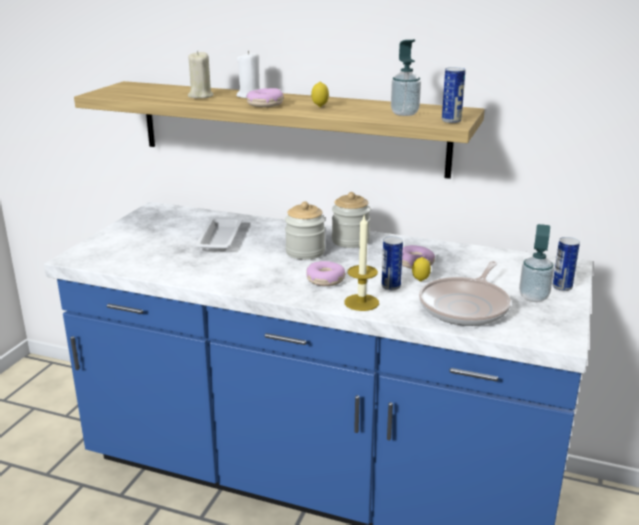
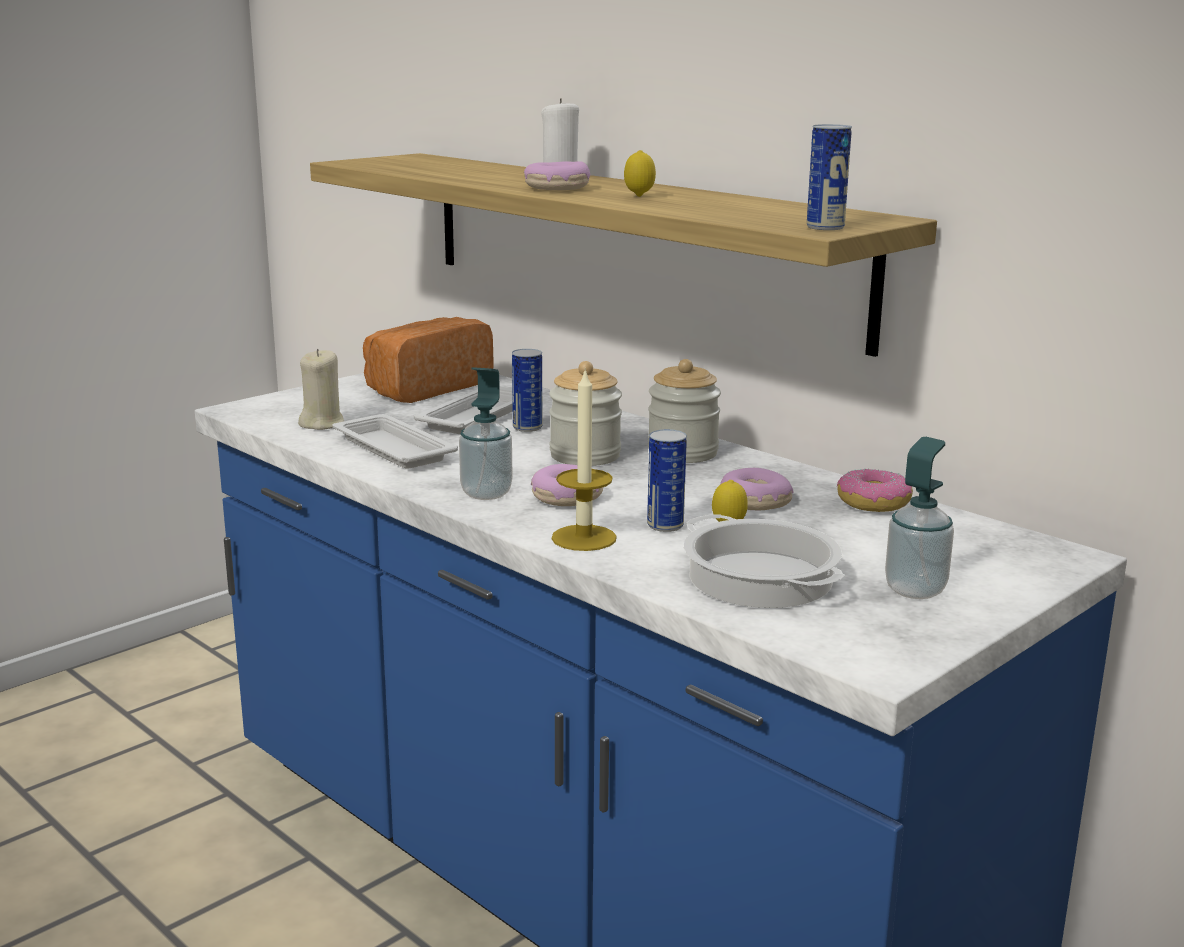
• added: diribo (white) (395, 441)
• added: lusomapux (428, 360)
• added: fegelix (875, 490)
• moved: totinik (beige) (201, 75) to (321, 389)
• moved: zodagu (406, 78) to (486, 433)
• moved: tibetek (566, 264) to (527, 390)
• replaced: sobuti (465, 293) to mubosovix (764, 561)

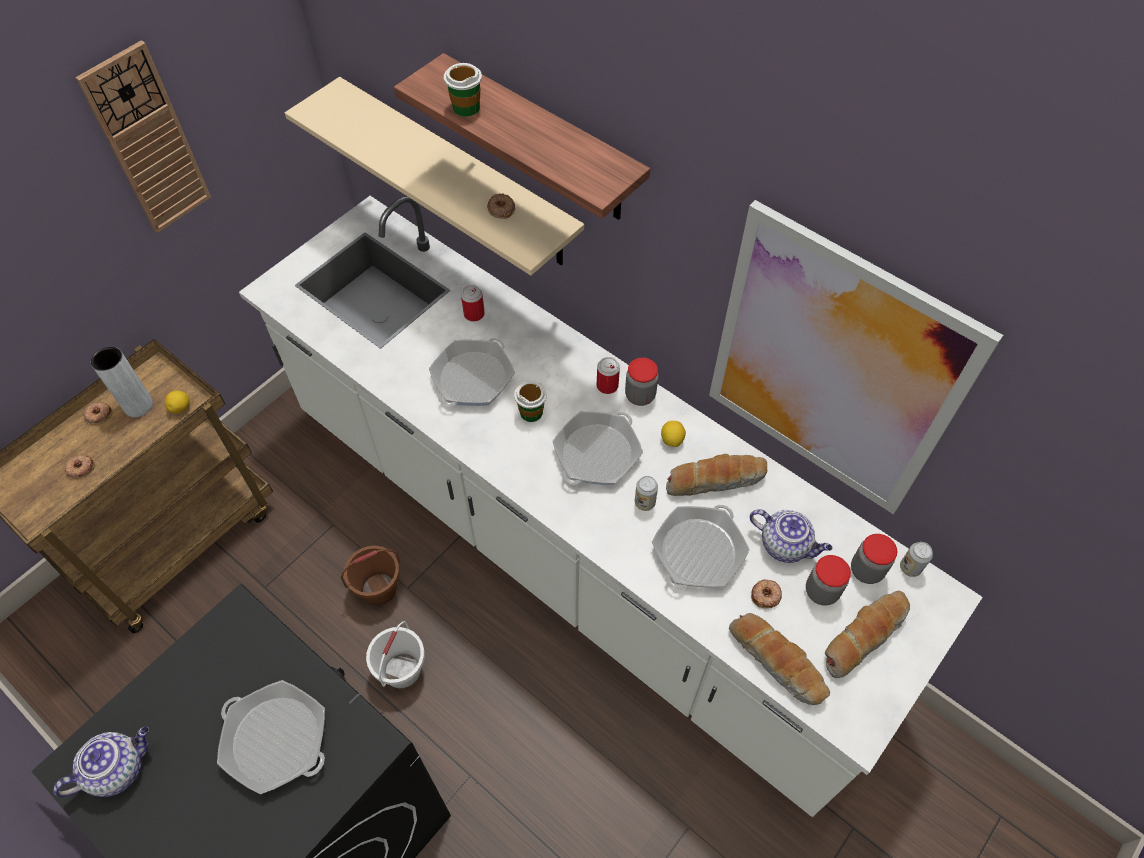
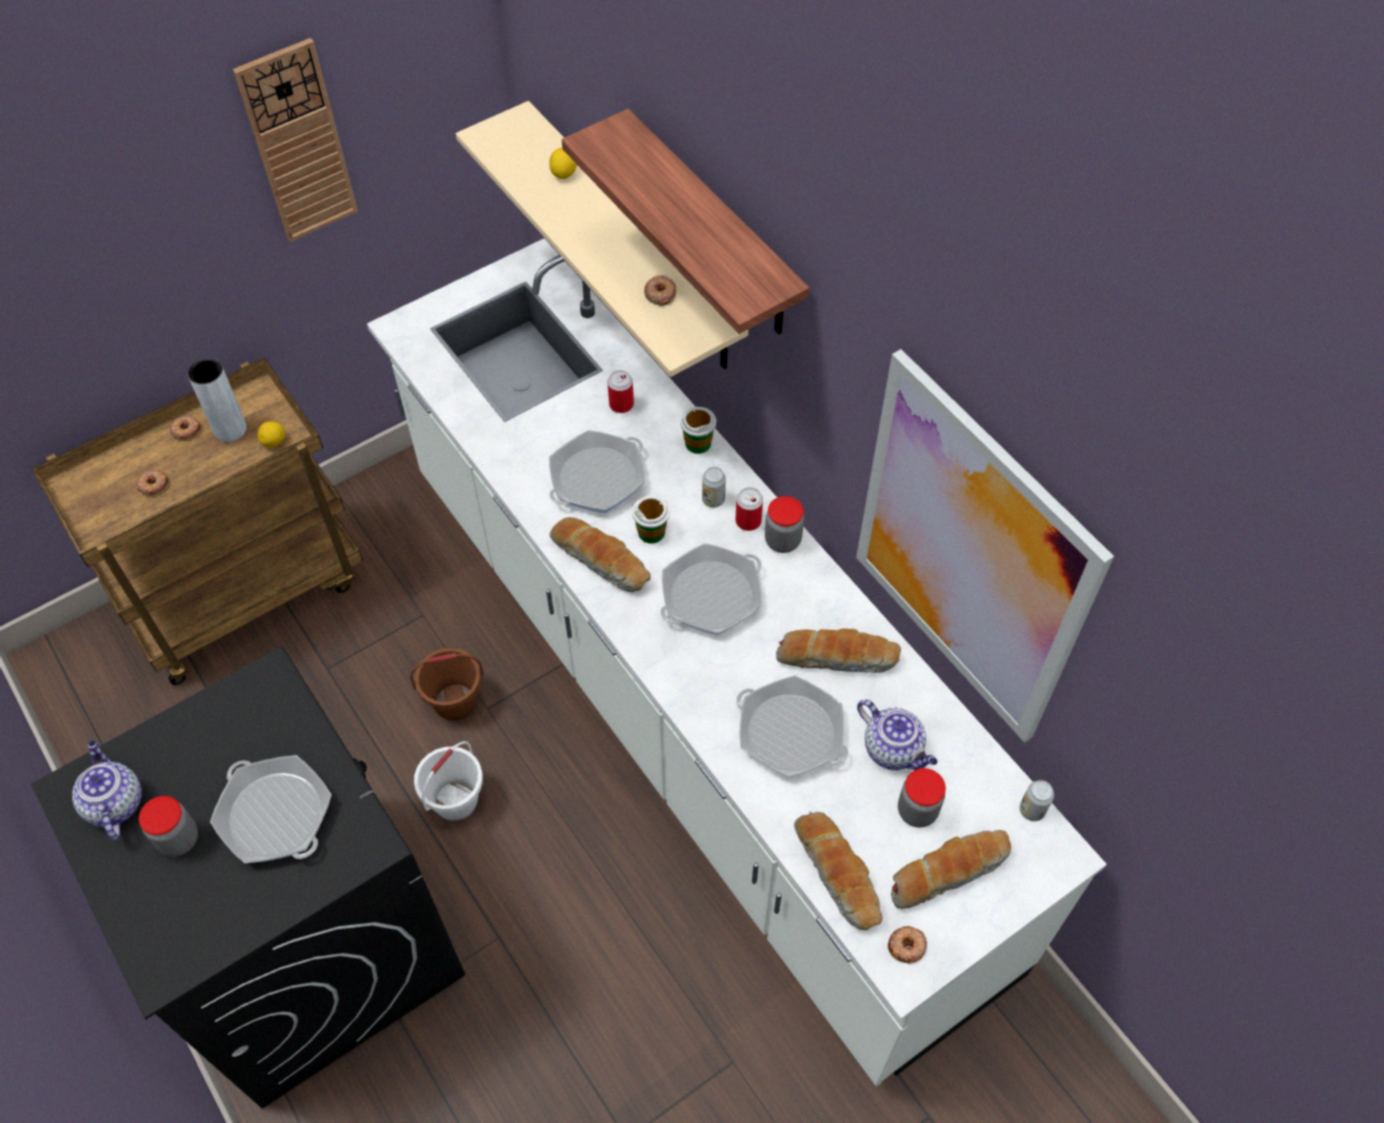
• added: lusomapux (600, 554)
• moved: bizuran (463, 90) to (698, 430)
• moved: tibetek (646, 493) to (714, 487)
• moved: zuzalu (673, 434) to (563, 163)
• moved: fegelix (766, 594) to (907, 945)
• moved: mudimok (874, 559) to (168, 826)
• turned: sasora (101, 762) = (107, 790) 90 degrees counterclockwise
• turned: sobuti (701, 547) = (792, 726) 105 degrees counterclockwise

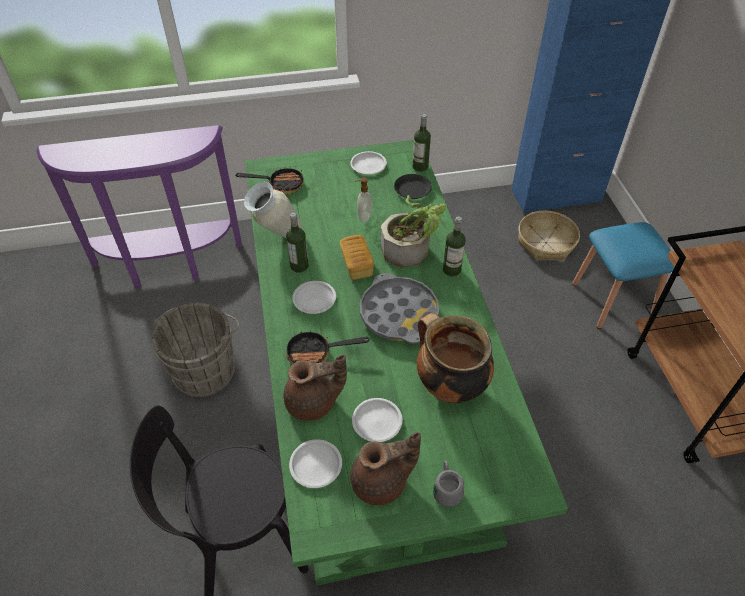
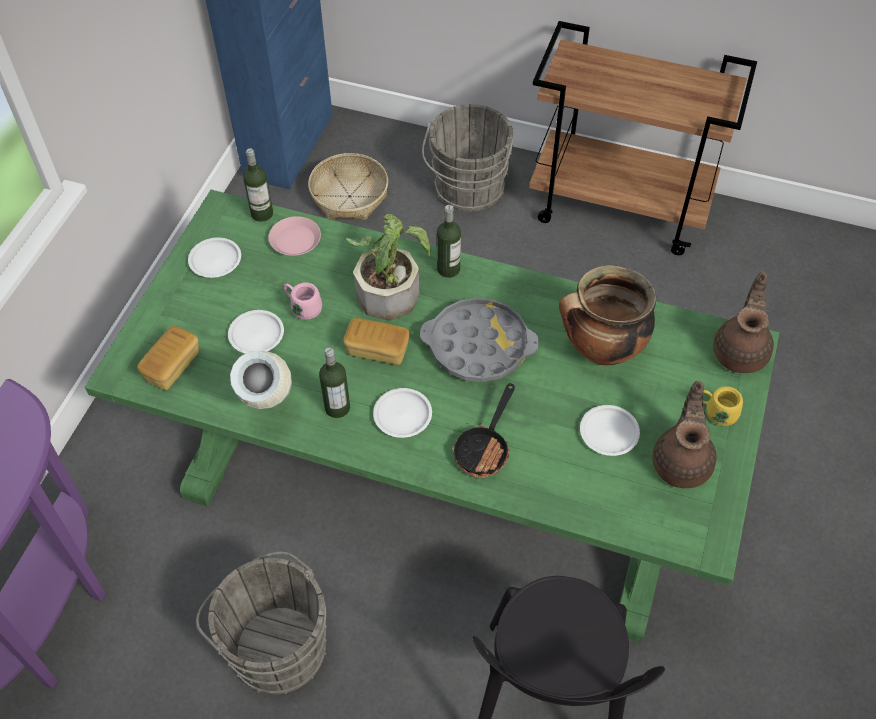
• moved: sasora (brown) (315, 388) to (743, 322)
• moved: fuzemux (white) (315, 463) to (256, 332)
• replaced: sobuti (269, 180) to lusomapux (168, 358)
• replaced: zodagu (363, 199) to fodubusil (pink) (303, 301)
• replaced: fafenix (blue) (623, 275) to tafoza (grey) (468, 158)
• recoloured: fuzemux (black) (413, 186) to fuzemux (pink) (294, 236)
• recoloured: fodubusil (grey) (448, 484) to fodubusil (yellow) (723, 406)

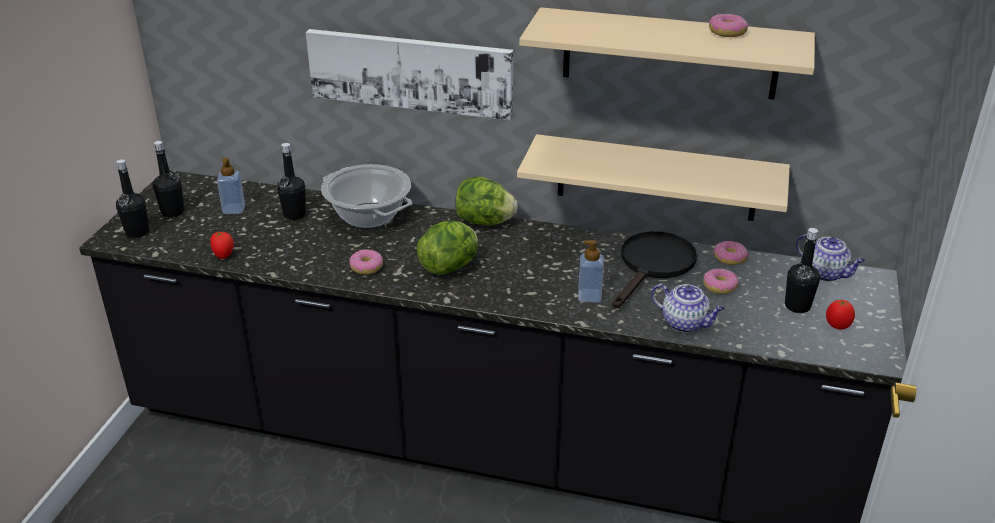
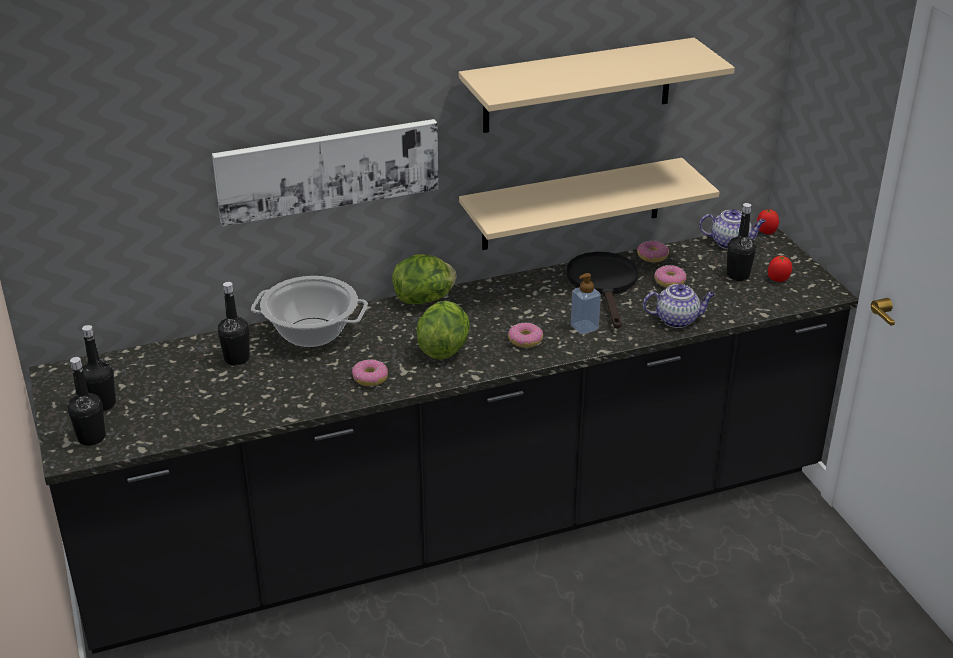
• removed: zodagu (231, 186)
• moved: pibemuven (222, 245) to (768, 221)
• moved: fegelix (728, 25) to (525, 335)

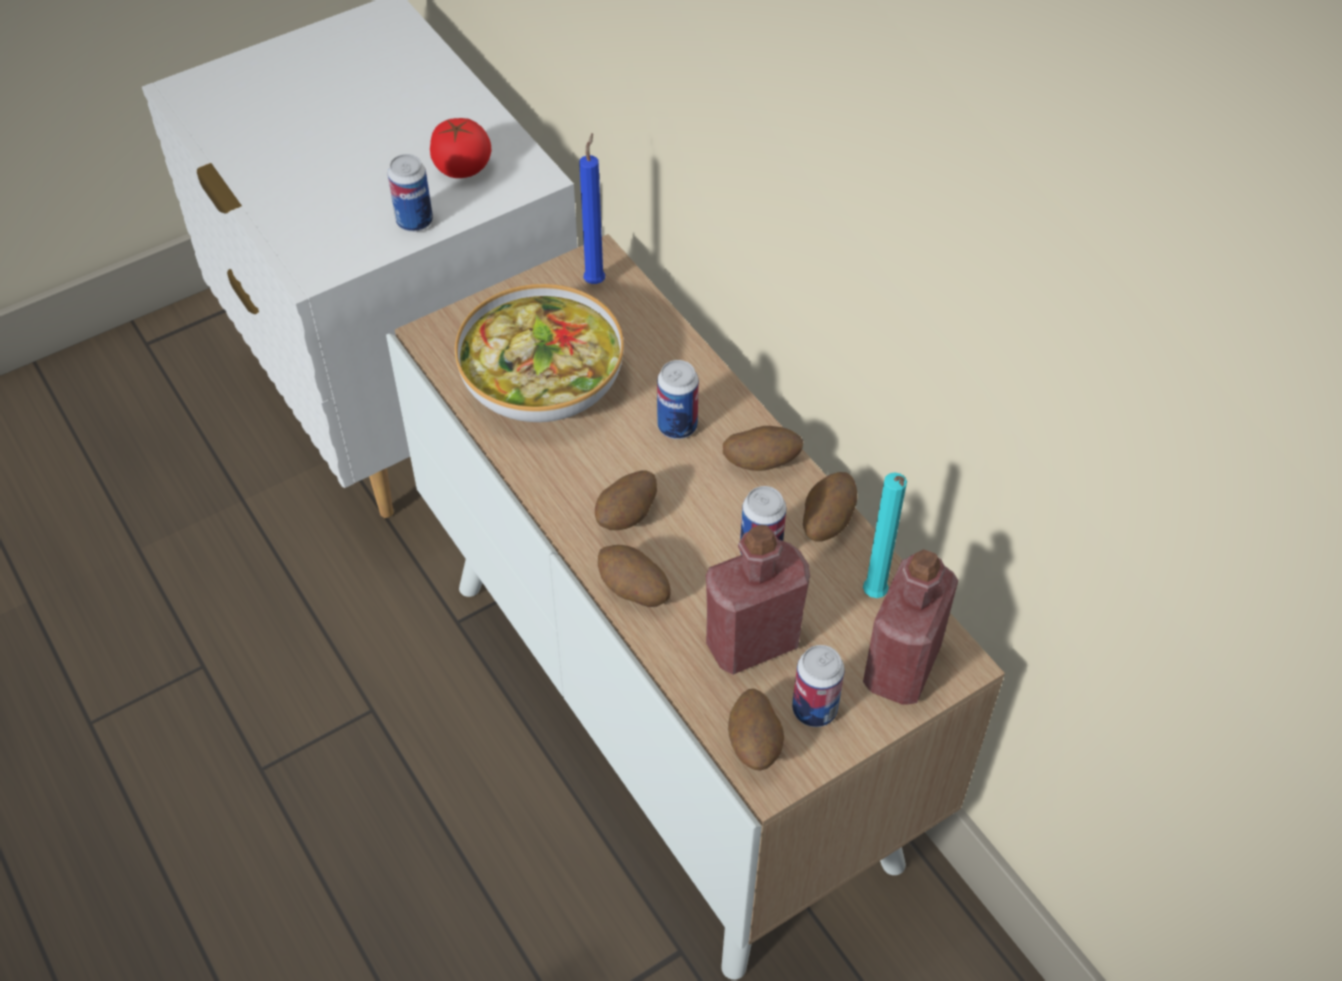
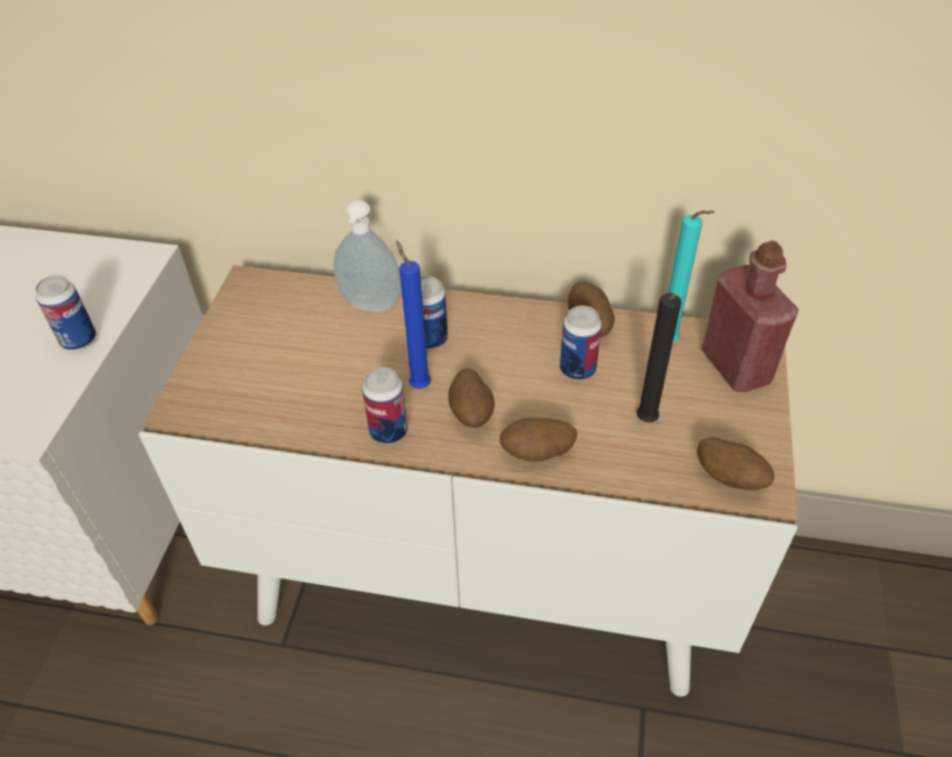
• removed: pibemuven (460, 148)
• removed: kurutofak (539, 353)
• removed: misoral (763, 448)
• added: zodagu (367, 256)
• moved: totinik (blue) (592, 208) to (413, 314)
• moved: tibetek (818, 686) to (385, 405)
• replaced: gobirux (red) (758, 600) to totinik (black) (658, 357)

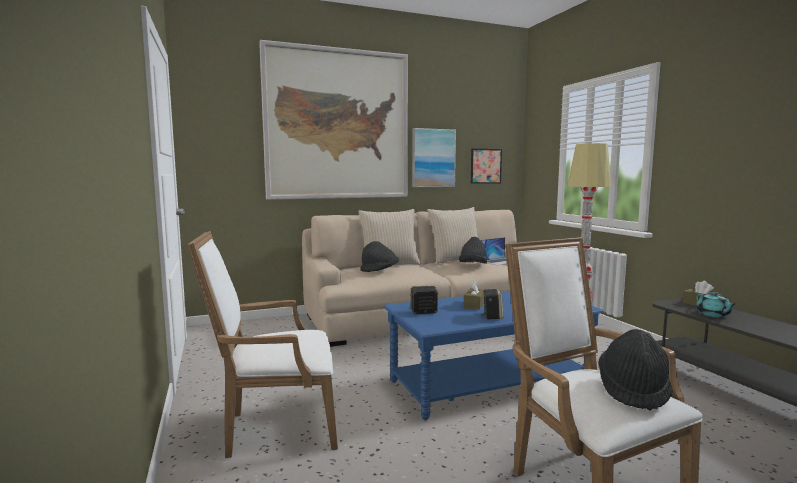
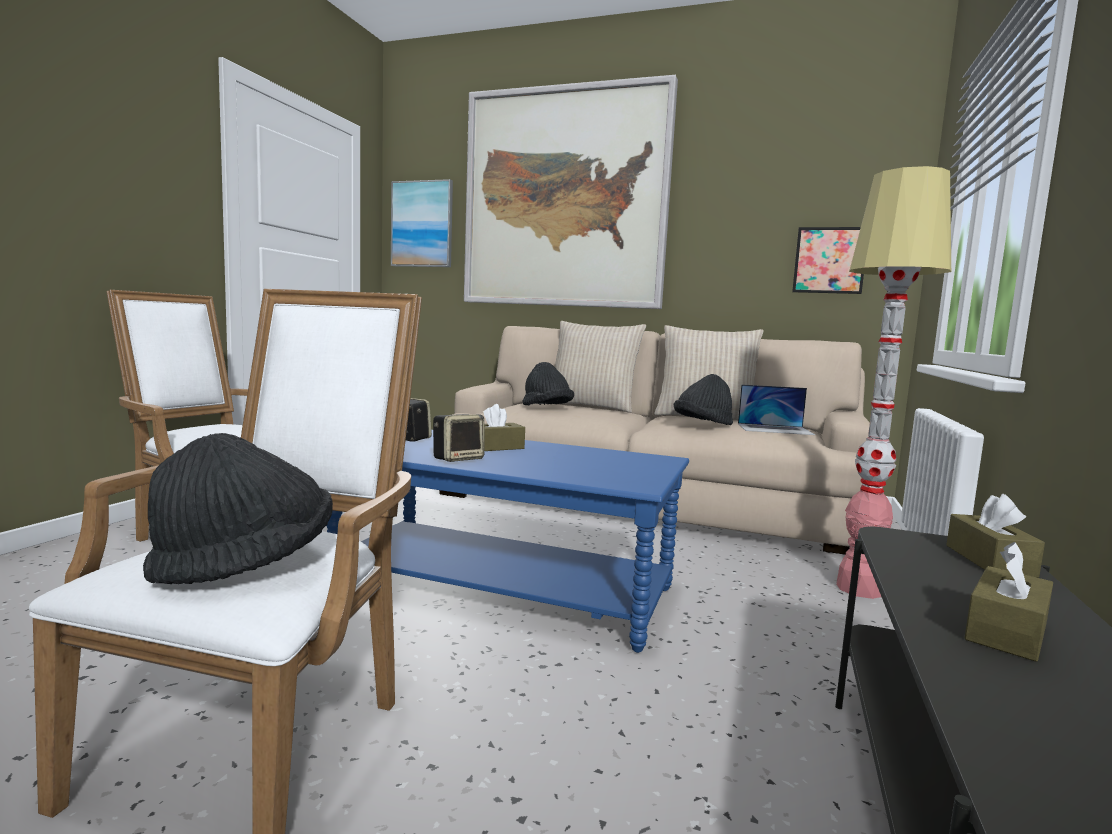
• removed: sasora (turquoise) (715, 305)
• added: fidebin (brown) (1009, 602)
• moved: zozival (434, 157) to (422, 223)

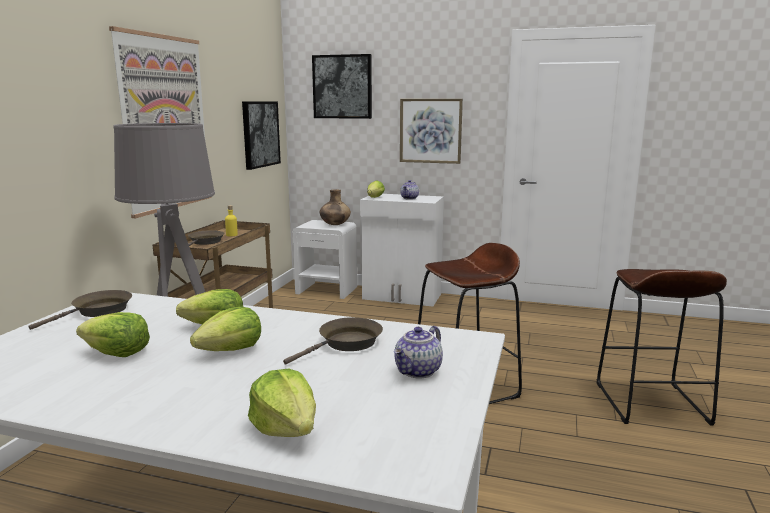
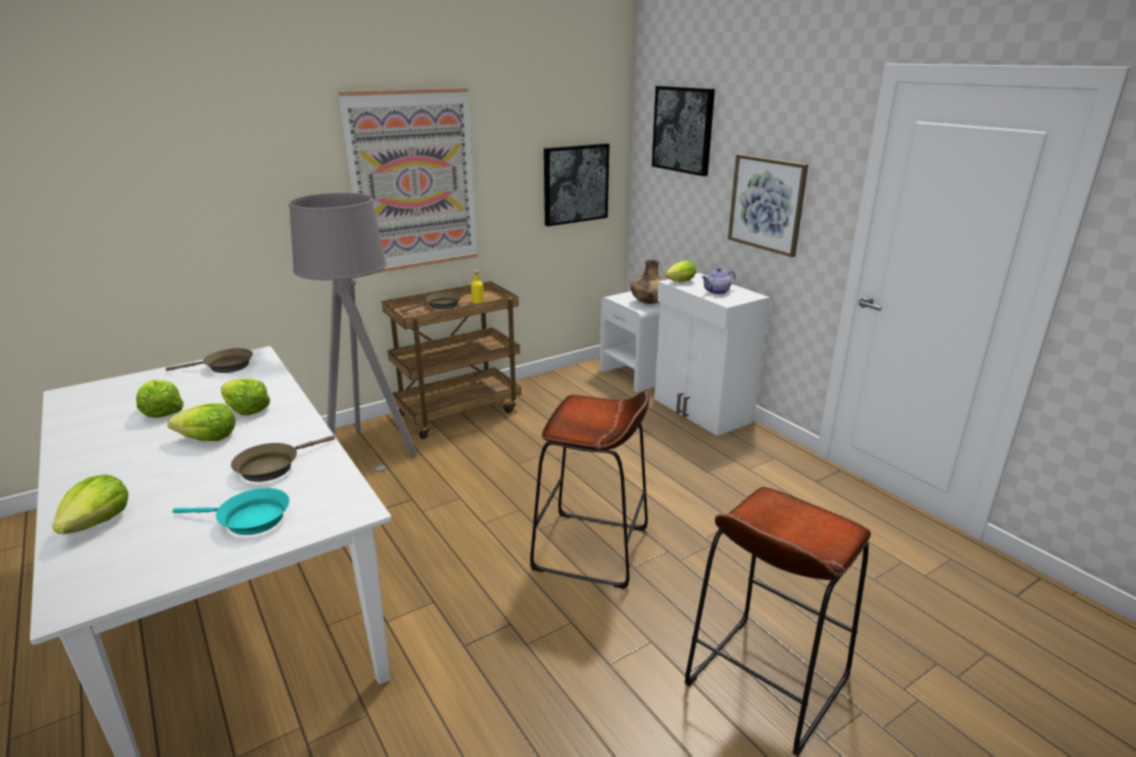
• replaced: sasora (418, 352) to sobuti (turquoise) (230, 511)
• turned: sobuti (brown) (333, 341) = (283, 458) 135 degrees clockwise

